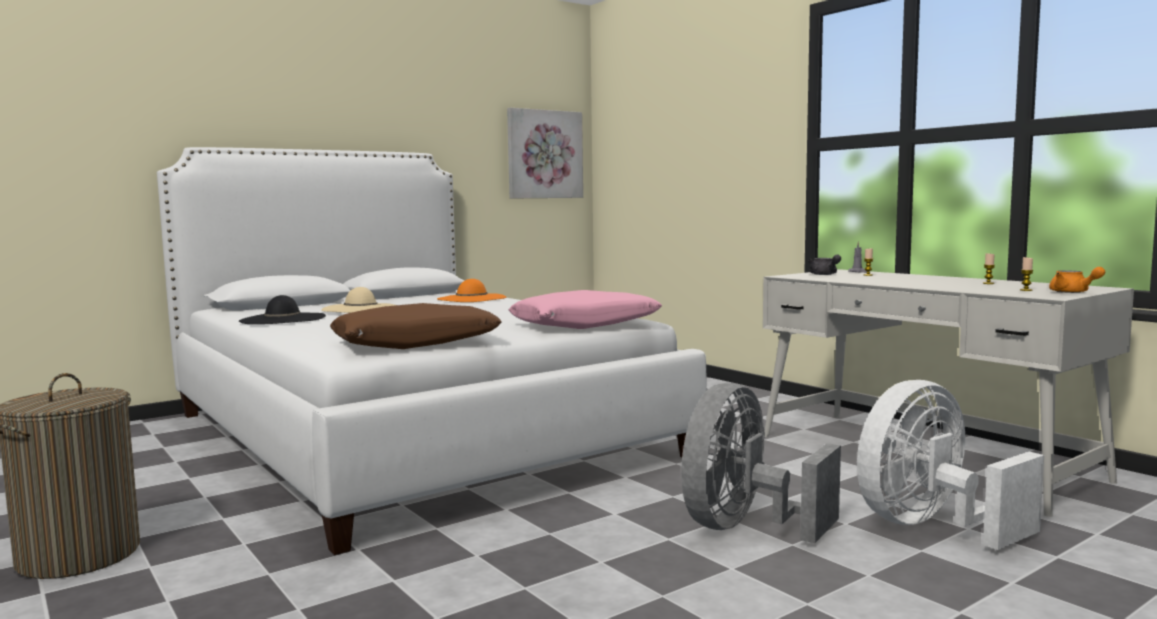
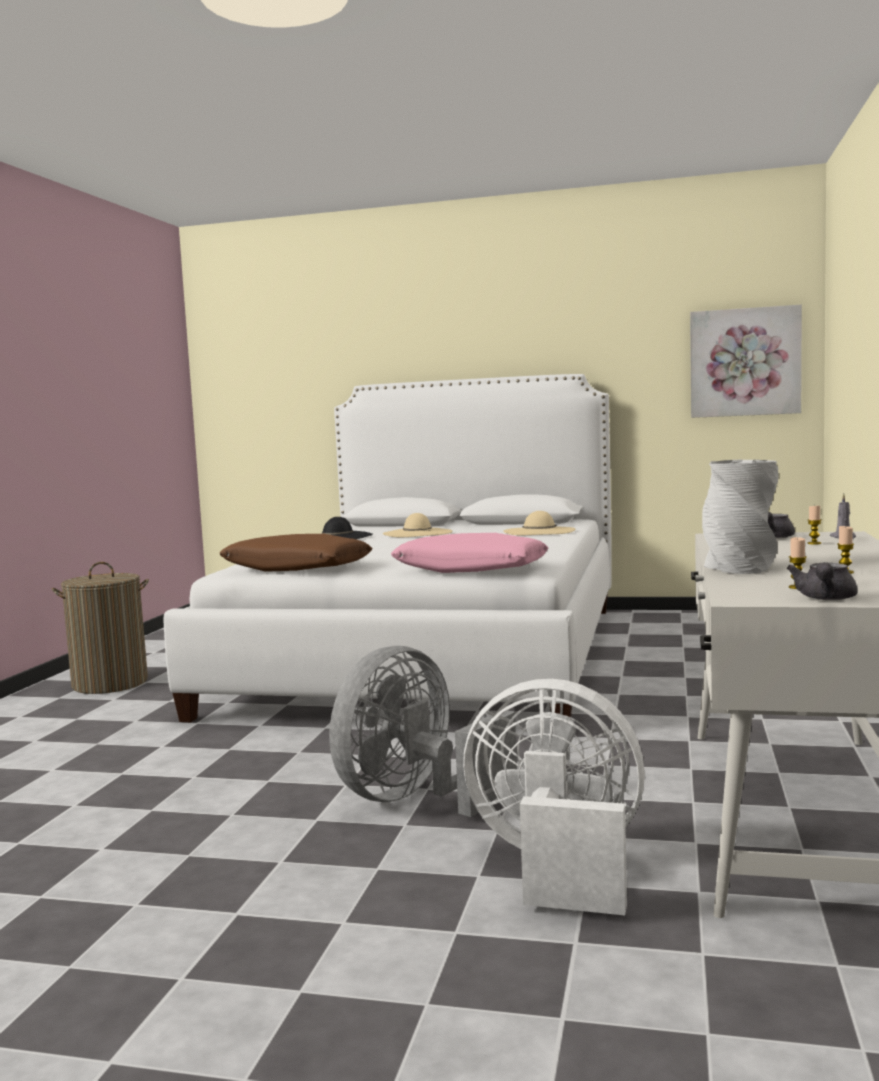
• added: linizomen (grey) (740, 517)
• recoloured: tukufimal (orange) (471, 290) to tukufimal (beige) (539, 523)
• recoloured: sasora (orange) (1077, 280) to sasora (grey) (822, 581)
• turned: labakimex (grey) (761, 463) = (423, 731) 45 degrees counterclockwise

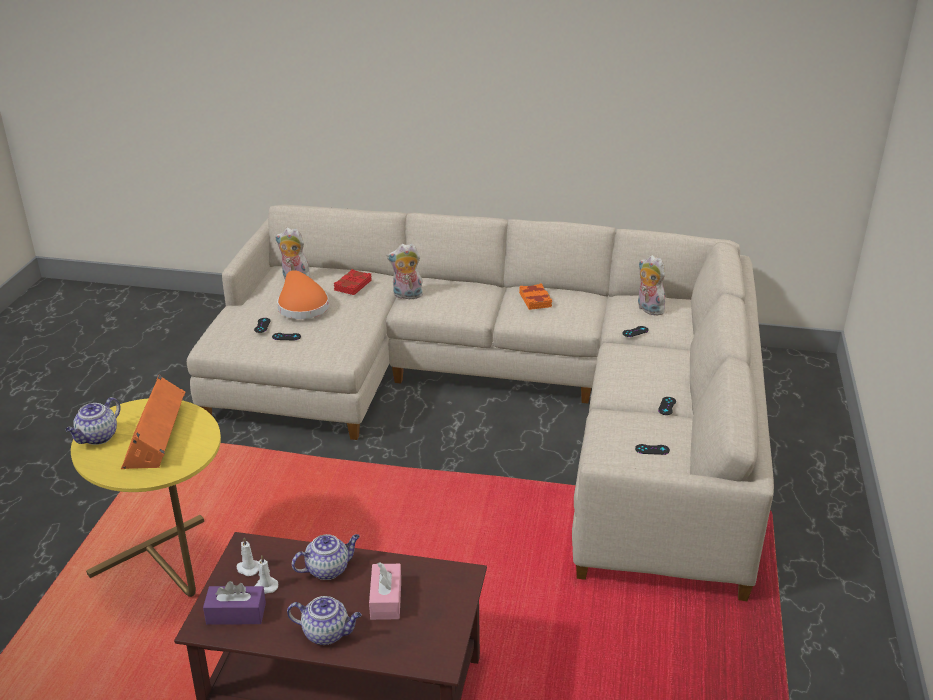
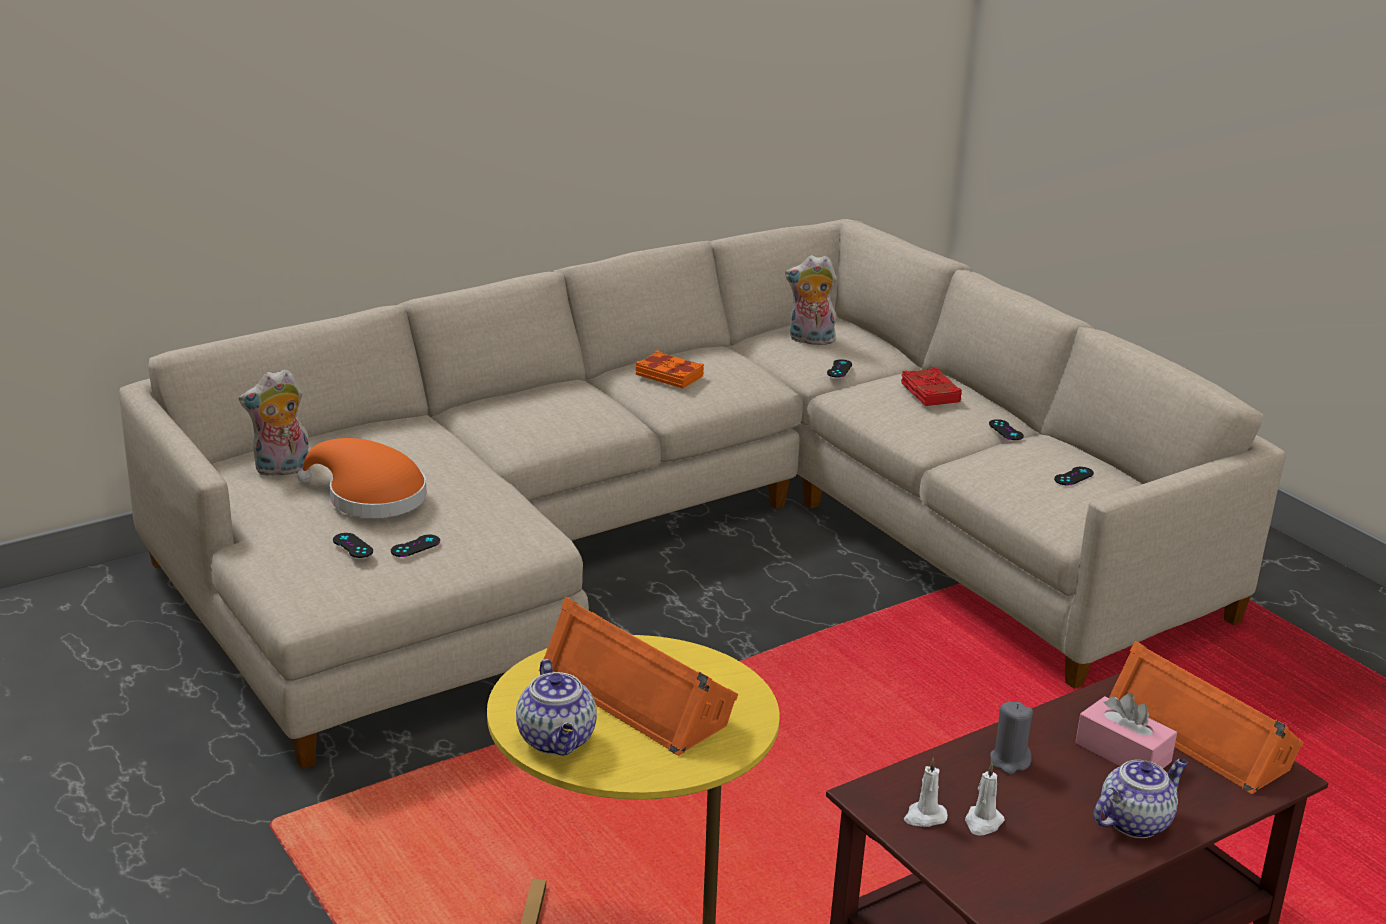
• removed: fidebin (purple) (234, 602)
• removed: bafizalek (405, 271)
• added: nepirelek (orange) (1206, 717)
• moved: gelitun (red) (353, 282) to (931, 386)
• replaced: sasora (326, 557) to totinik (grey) (1011, 738)

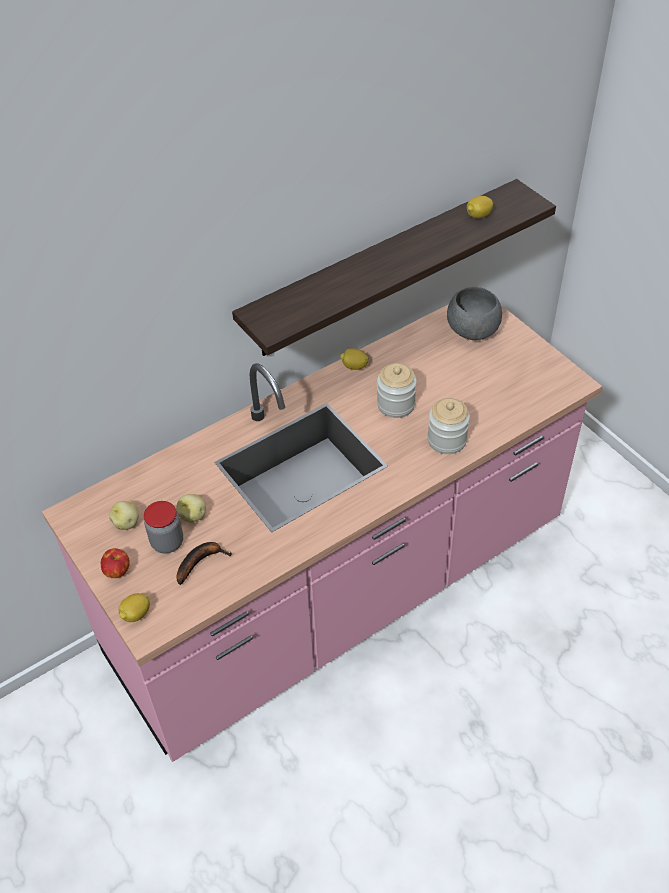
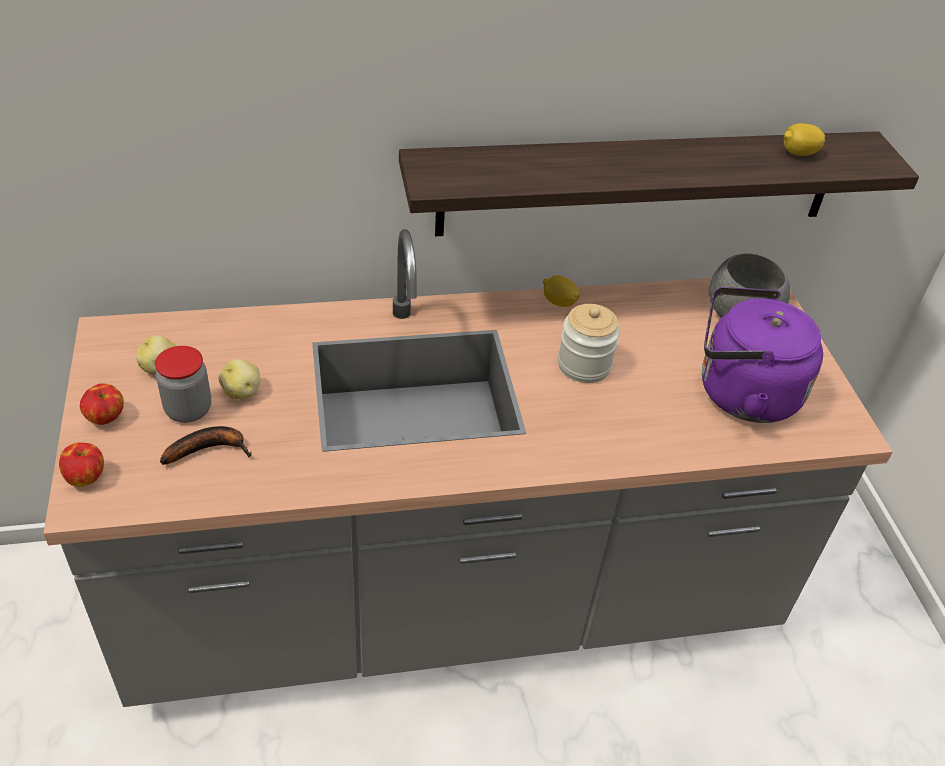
• removed: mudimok (448, 426)
• added: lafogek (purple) (762, 355)
• replaced: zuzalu (134, 607) to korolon (81, 464)
• recoloured: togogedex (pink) (322, 533) to togogedex (grey) (468, 468)

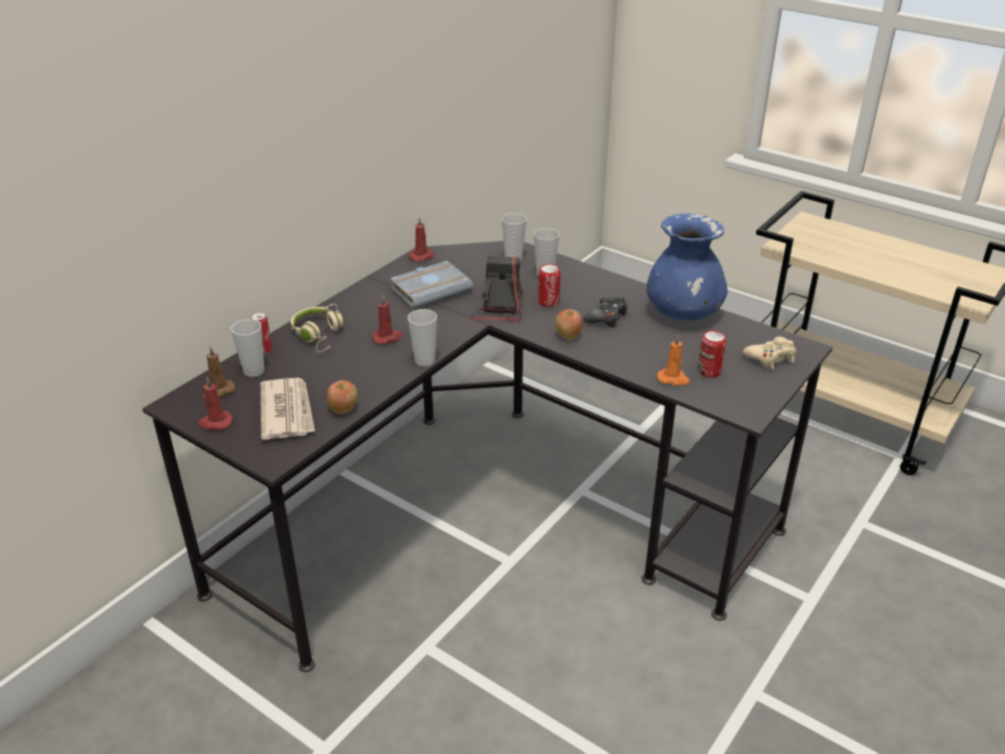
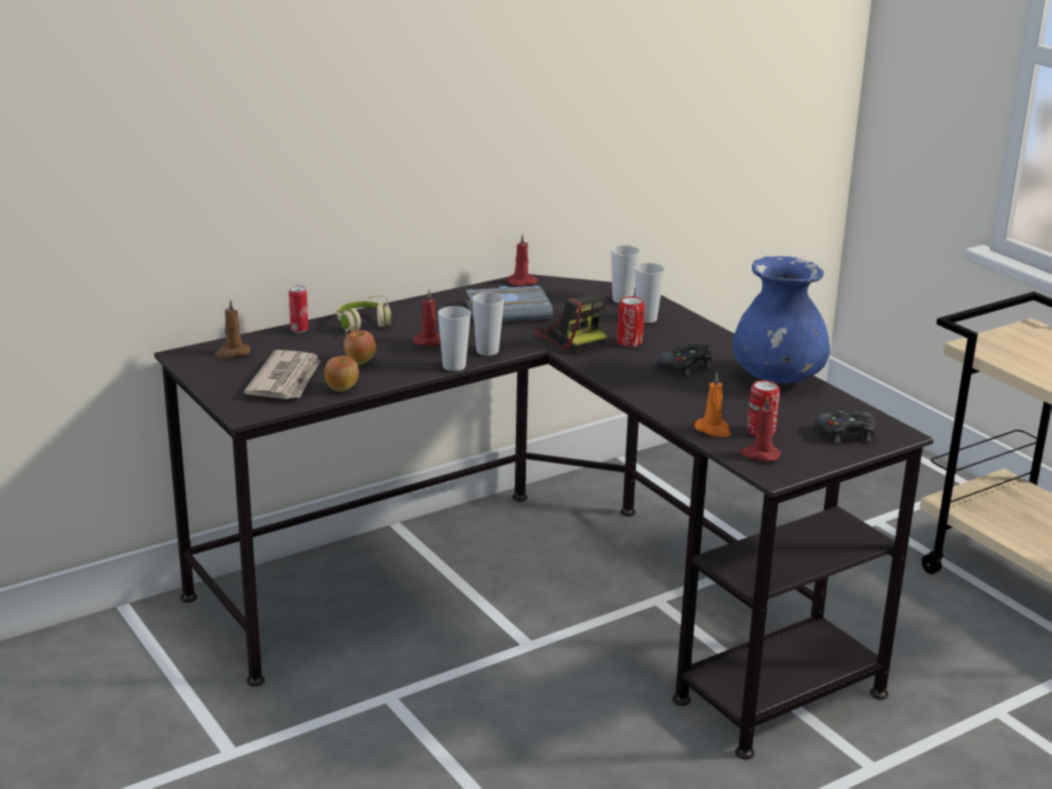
• moved: totinik (red) (215, 403) to (760, 429)
• moved: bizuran (247, 348) to (488, 324)
• moved: korolon (569, 324) to (360, 347)
• recoloured: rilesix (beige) (769, 353) to rilesix (black) (844, 426)
• turned: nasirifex (497, 288) = (571, 323) 120 degrees clockwise

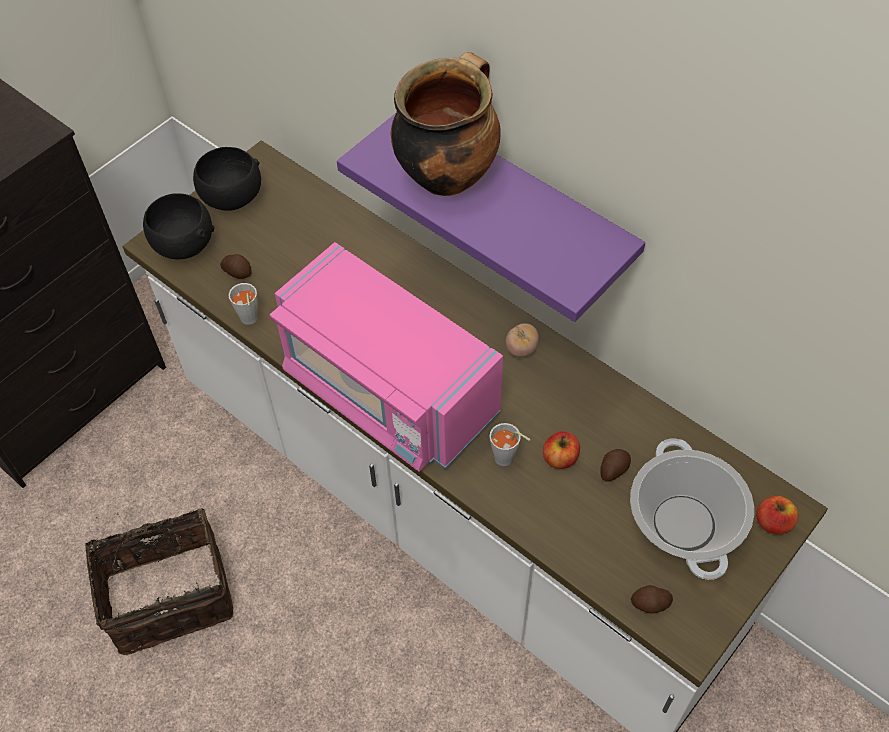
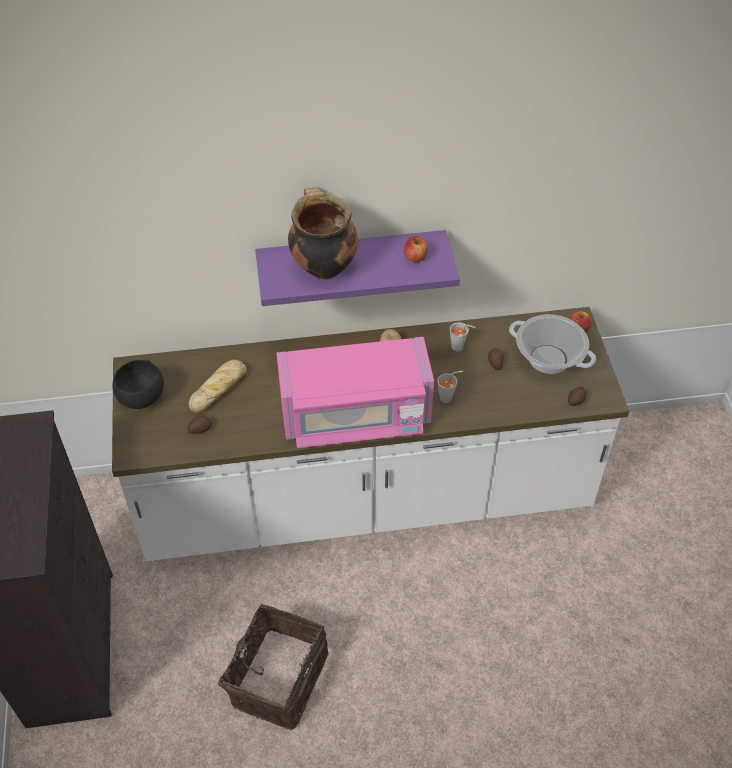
• removed: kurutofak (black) (179, 226)
• added: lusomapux (217, 386)
• moved: bizuran (grey) (243, 304) to (463, 336)
• moved: korolon (561, 450) to (416, 249)

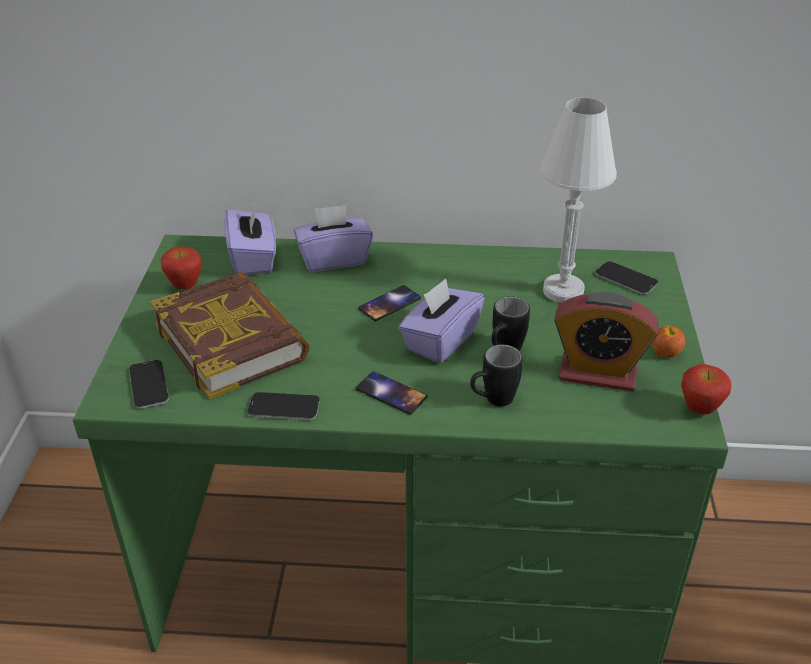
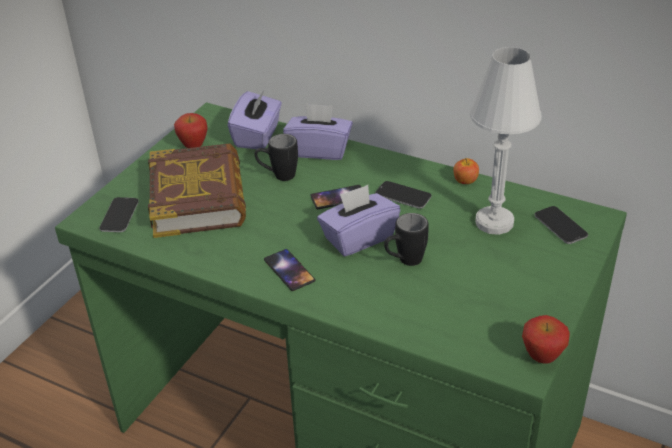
• removed: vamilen (606, 342)
• moved: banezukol (283, 406) to (403, 195)
• moved: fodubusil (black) (496, 375) to (276, 157)
• moved: korolon (668, 341) to (466, 171)

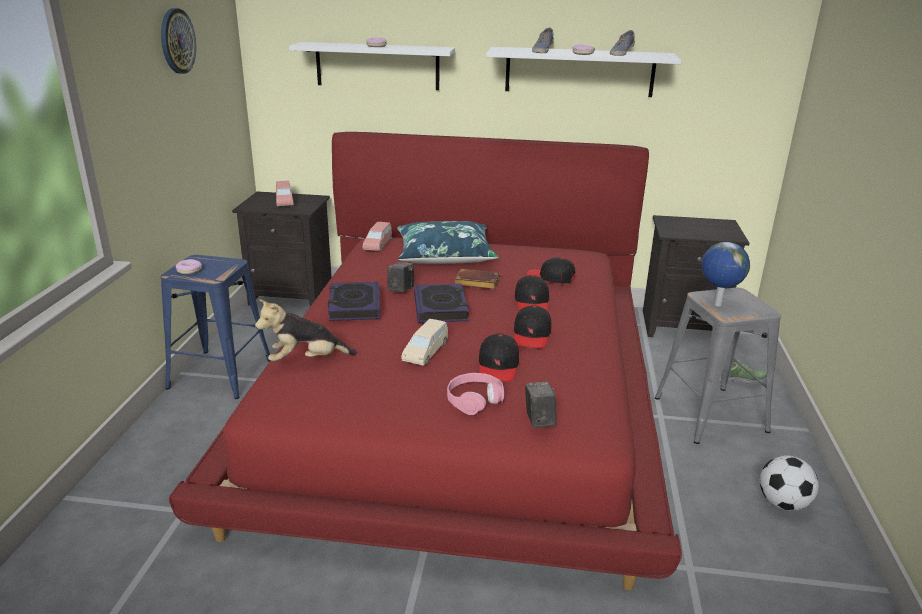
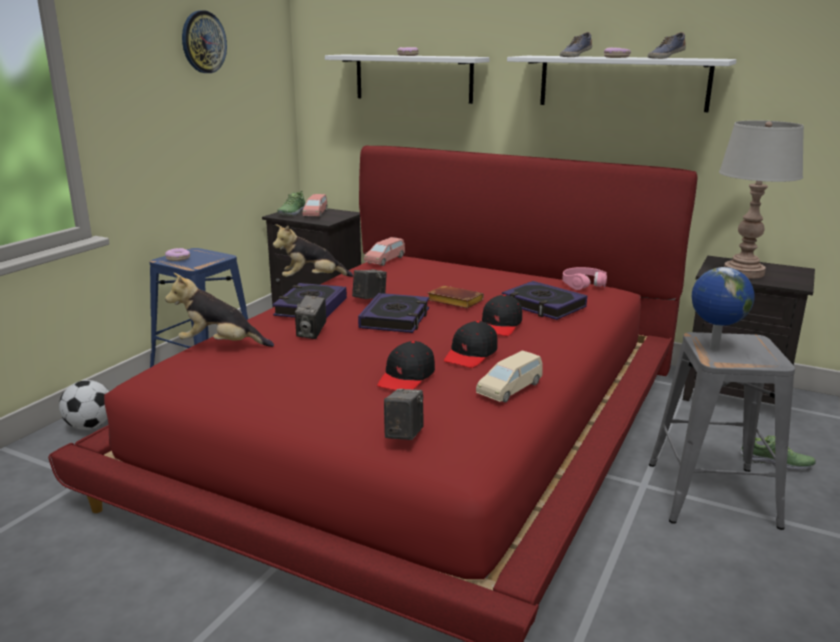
• removed: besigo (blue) (447, 242)
• added: bafizalek (313, 250)
• added: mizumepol (291, 203)
• added: nasirifex (310, 317)
• added: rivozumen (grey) (761, 200)
• moved: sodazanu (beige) (424, 342) to (509, 376)
• moved: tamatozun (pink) (475, 394) to (584, 278)
• moved: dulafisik (789, 483) to (84, 405)
• replaced: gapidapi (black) (551, 270) to gelitun (544, 300)

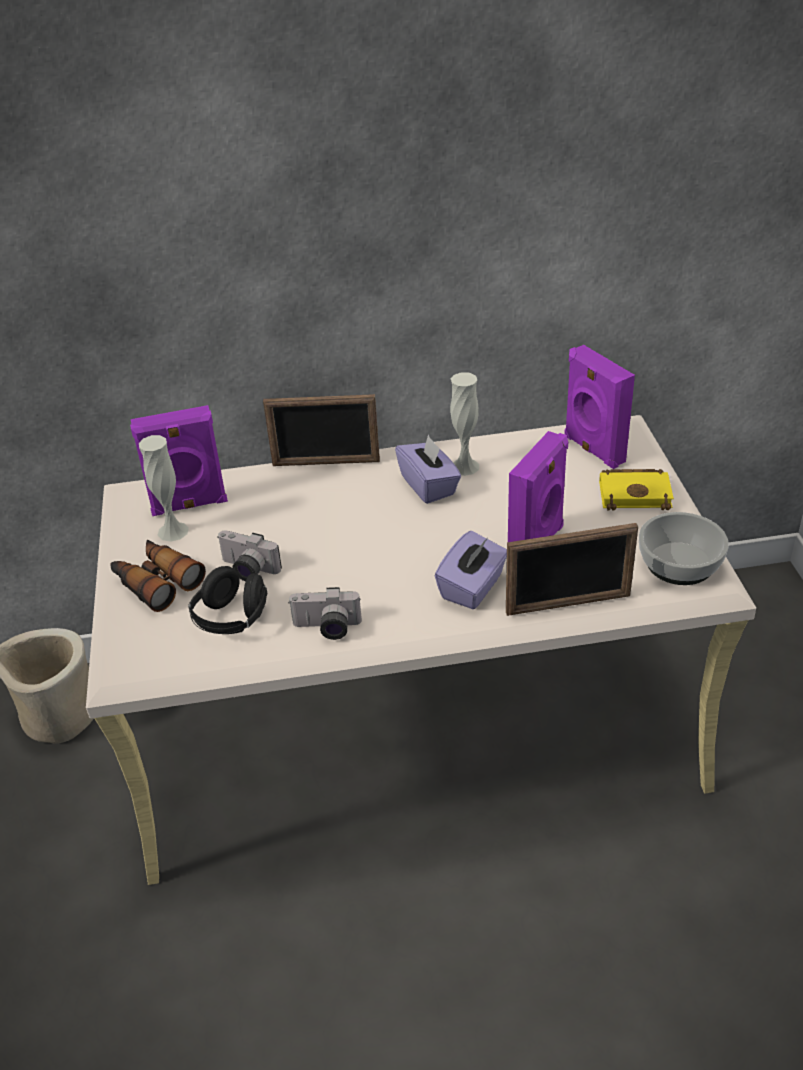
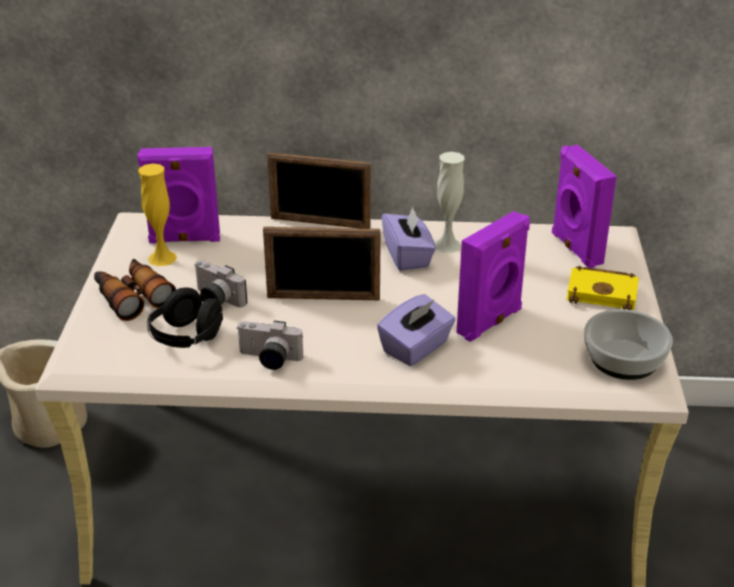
• moved: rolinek (572, 569) to (322, 263)
• recoloured: linizomen (white) (164, 488) to linizomen (yellow) (157, 214)

